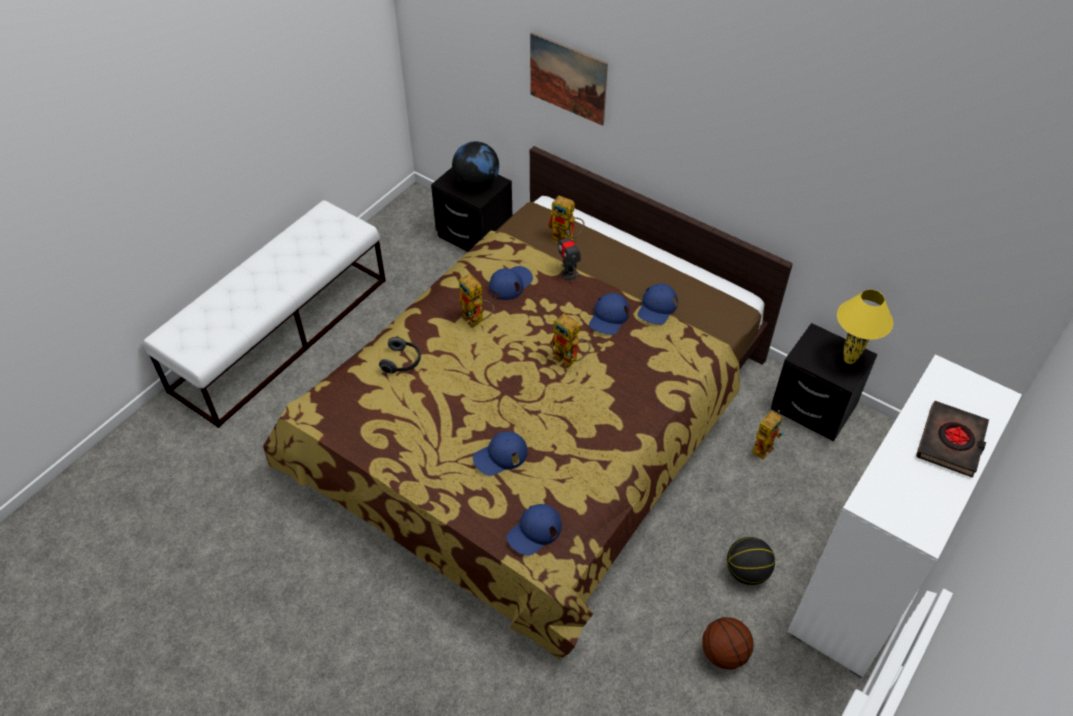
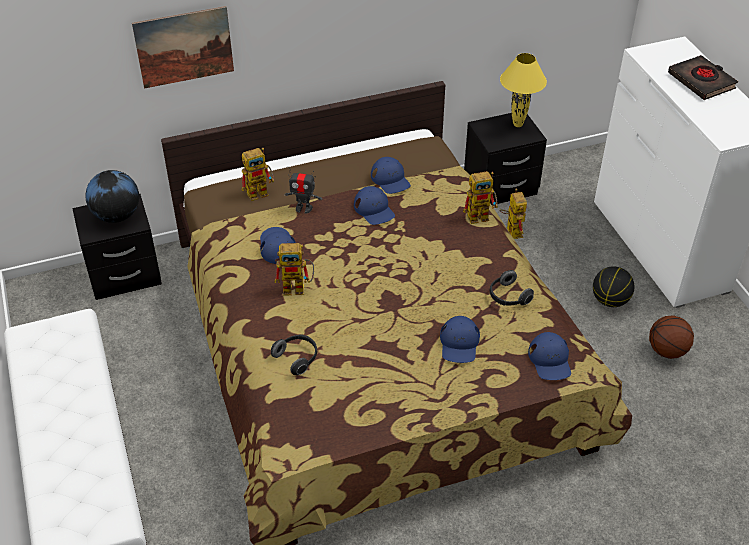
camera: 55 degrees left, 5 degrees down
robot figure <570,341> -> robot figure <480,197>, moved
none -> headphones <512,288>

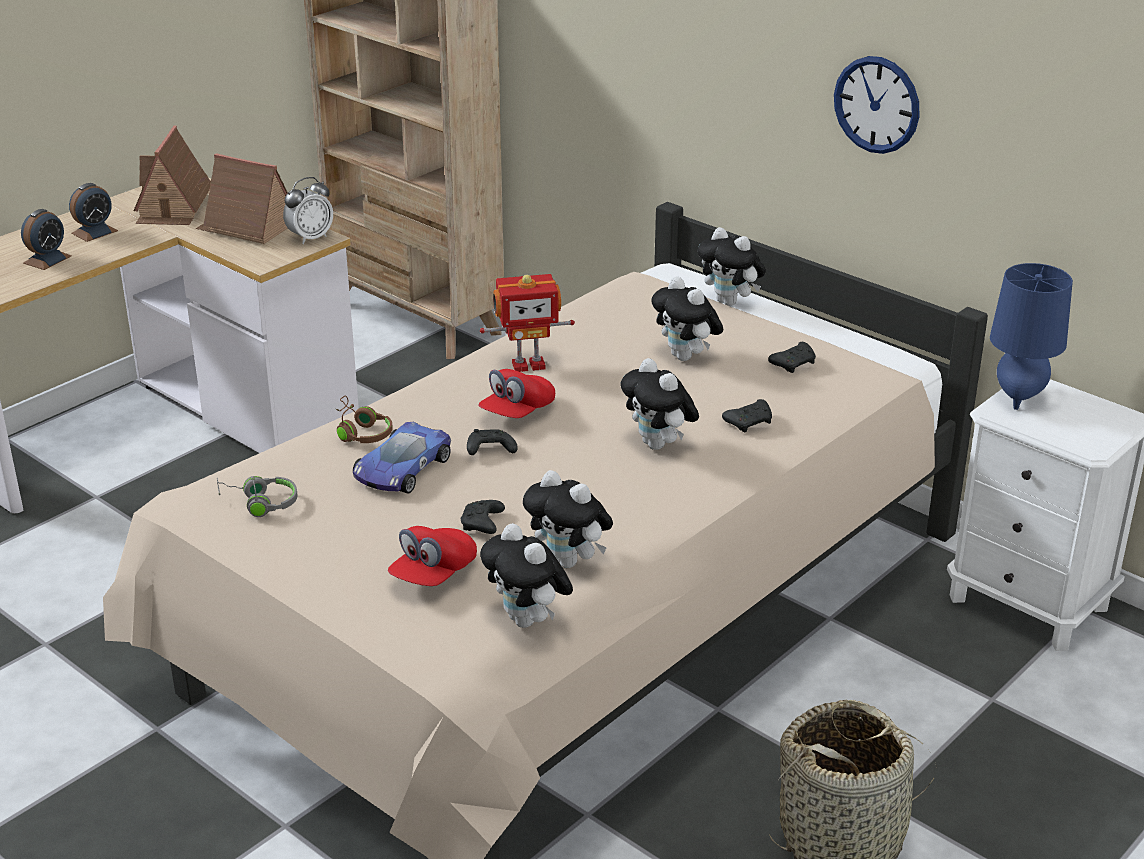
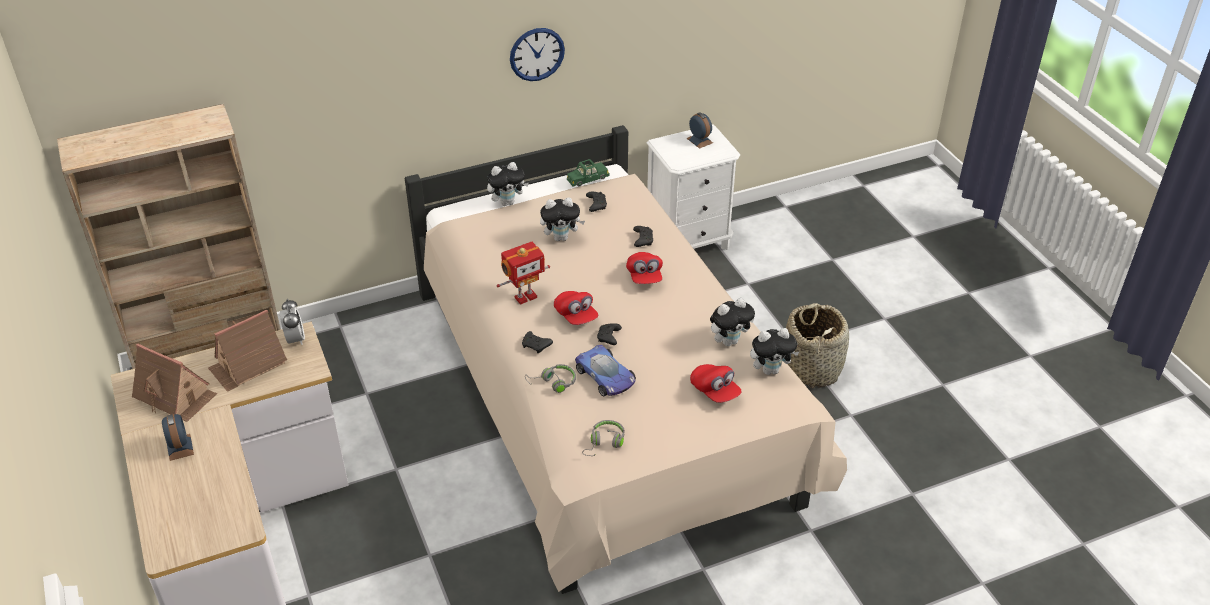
camera: 65 degrees left, 10 degrees up
bedside clock <46,239> -> bedside clock <700,130>, moved
brown-coloured headphones <364,419> -> gray headphones <550,378>
black-coloured game controller <483,517> -> black-coloured game controller <537,342>, moved
robot figure <527,323> -> robot figure <523,273>, 45 degrees clockwise
soft toy <660,404> -> reddish baseball cap <644,268>
blue-coloured table lamp <1031,336> -> none
none -> greenish model car <588,173>

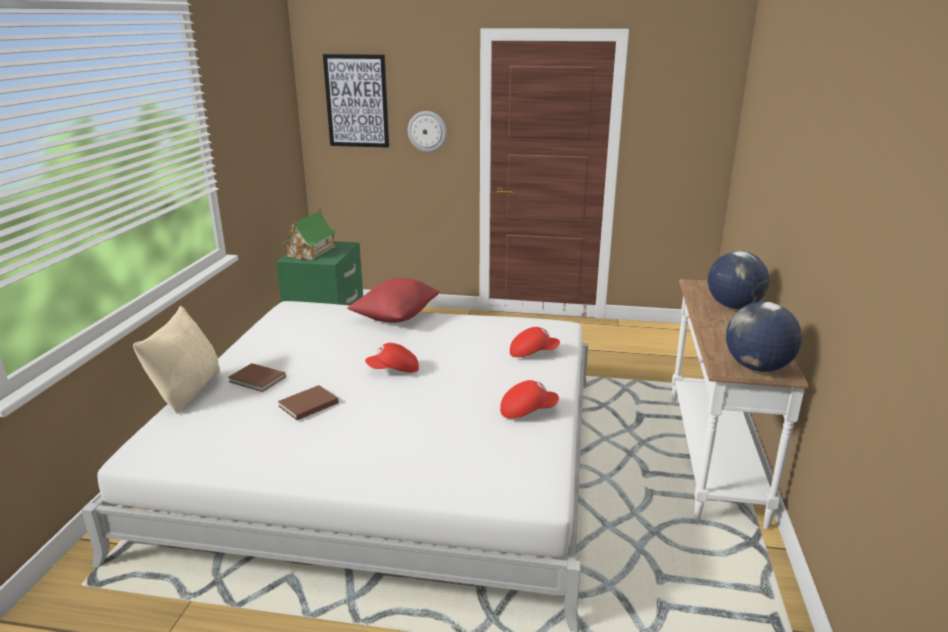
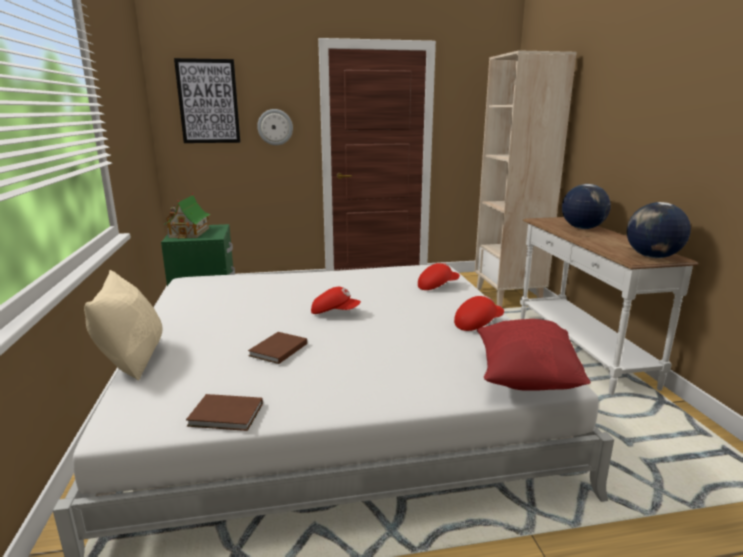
camera: 20 degrees left, 5 degrees down
brown-coloured bound book <257,377> -> brown-coloured bound book <224,412>, moved
reddish cushion <393,300> -> reddish cushion <534,355>, moved
reddish baseball cap <392,358> -> reddish baseball cap <336,300>, 135 degrees counterclockwise
none -> sand-coloured bookcase <525,178>

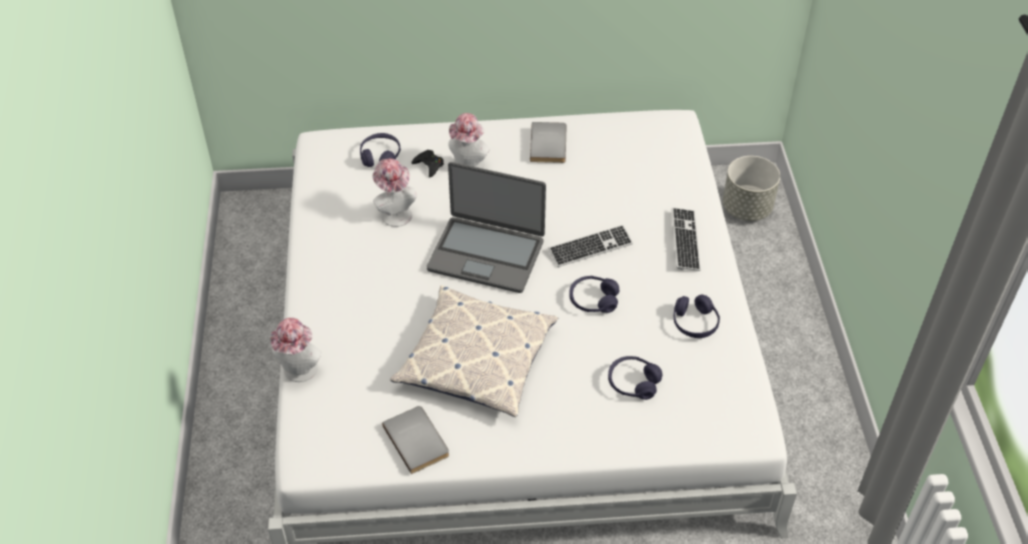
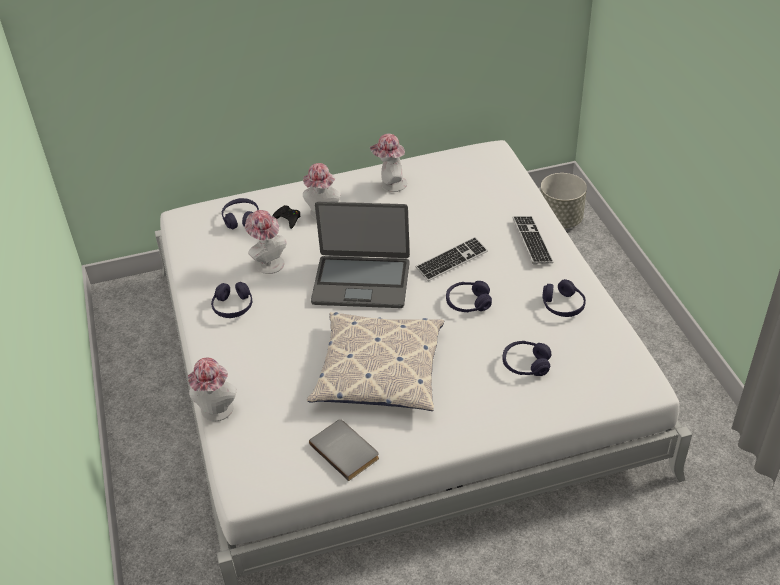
camera: 10 degrees left, 5 degrees down
gray bound book <548,142> -> hat <388,163>
none -> purple headphones <232,300>

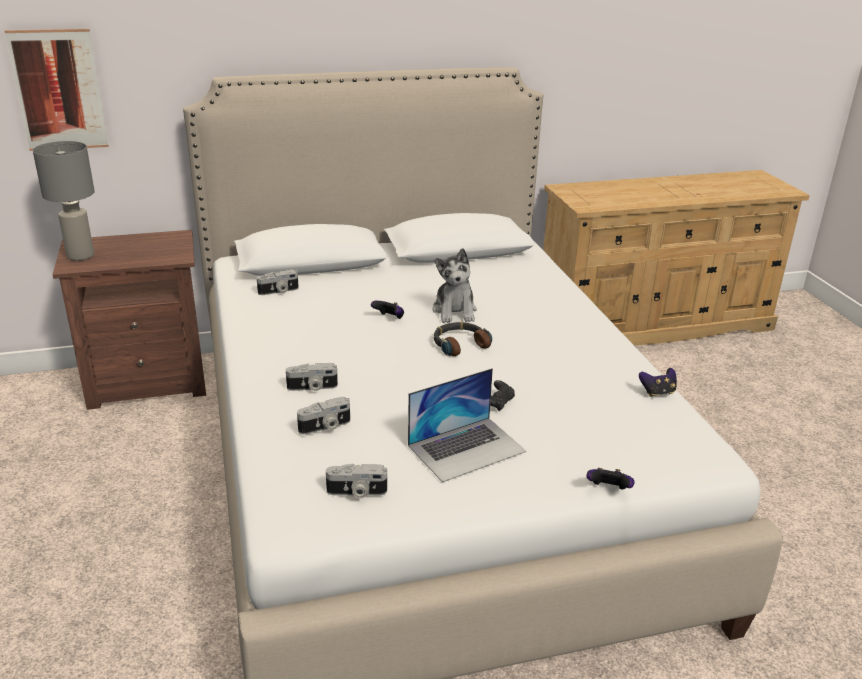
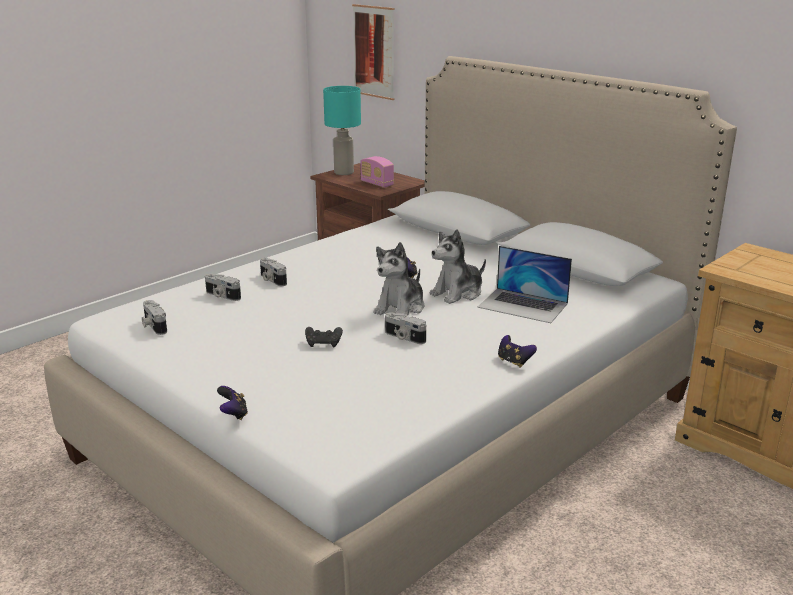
camera: 60 degrees right, 5 degrees down
gray table lamp <64,201> -> turquoise-coloured table lamp <342,130>
still camera <278,282> -> still camera <405,328>, moved
notebook computer <467,425> -> notebook computer <524,284>, moved
headphones <463,339> -> soft toy <399,279>
game controller <658,382> -> game controller <517,351>, moved
none -> radio set <377,172>

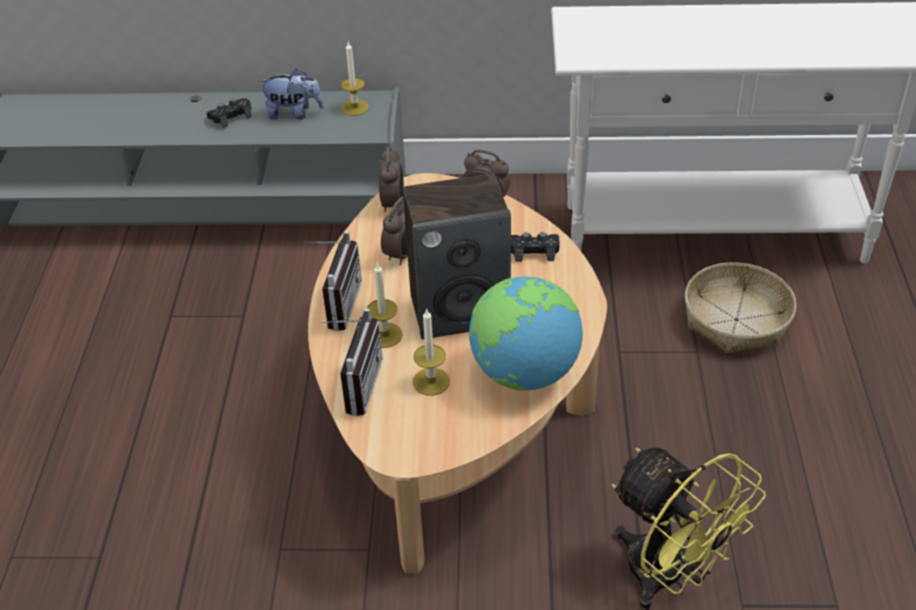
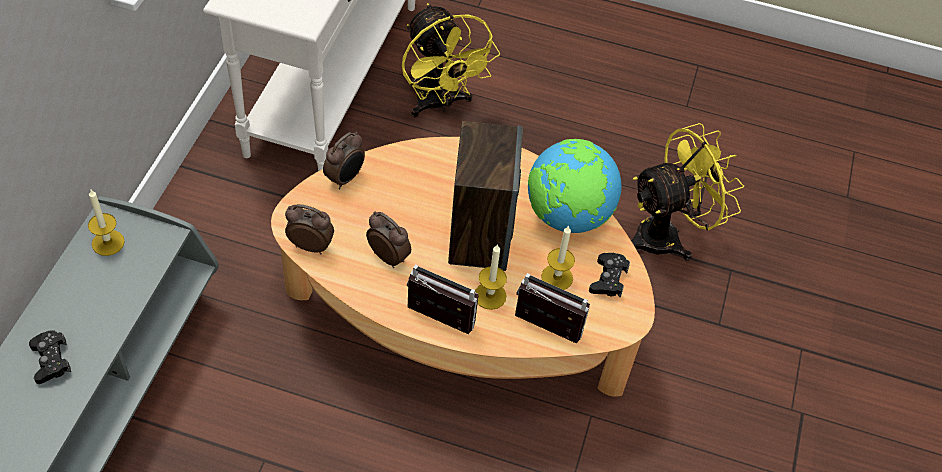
camera: 80 degrees left, 10 degrees up
soft toy <291,94> -> none
black-coloured game controller <535,247> -> black-coloured game controller <609,275>, moved
basket <740,308> -> yellow cooling fan <451,60>

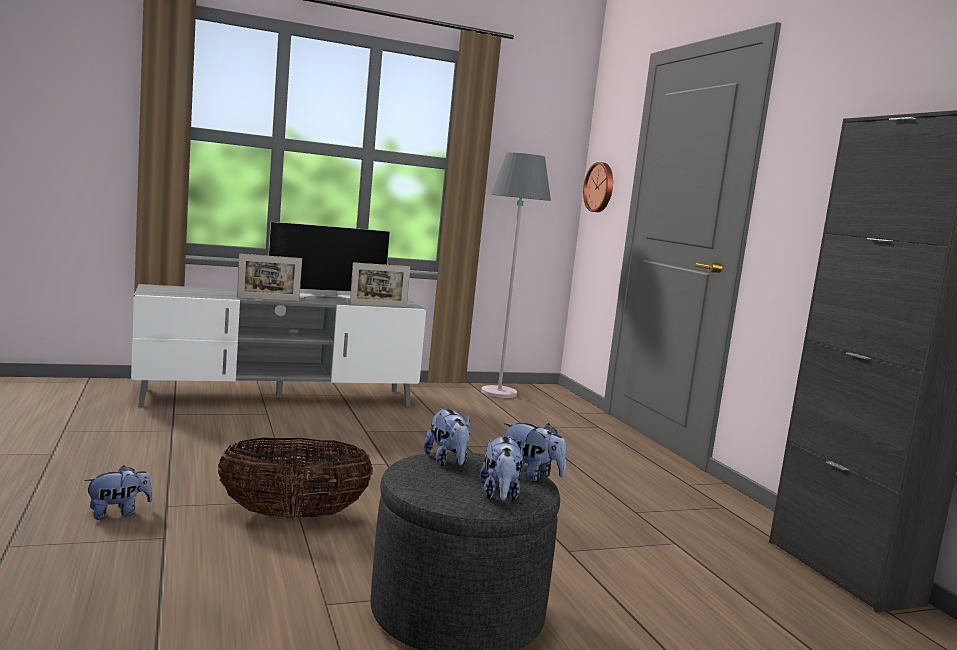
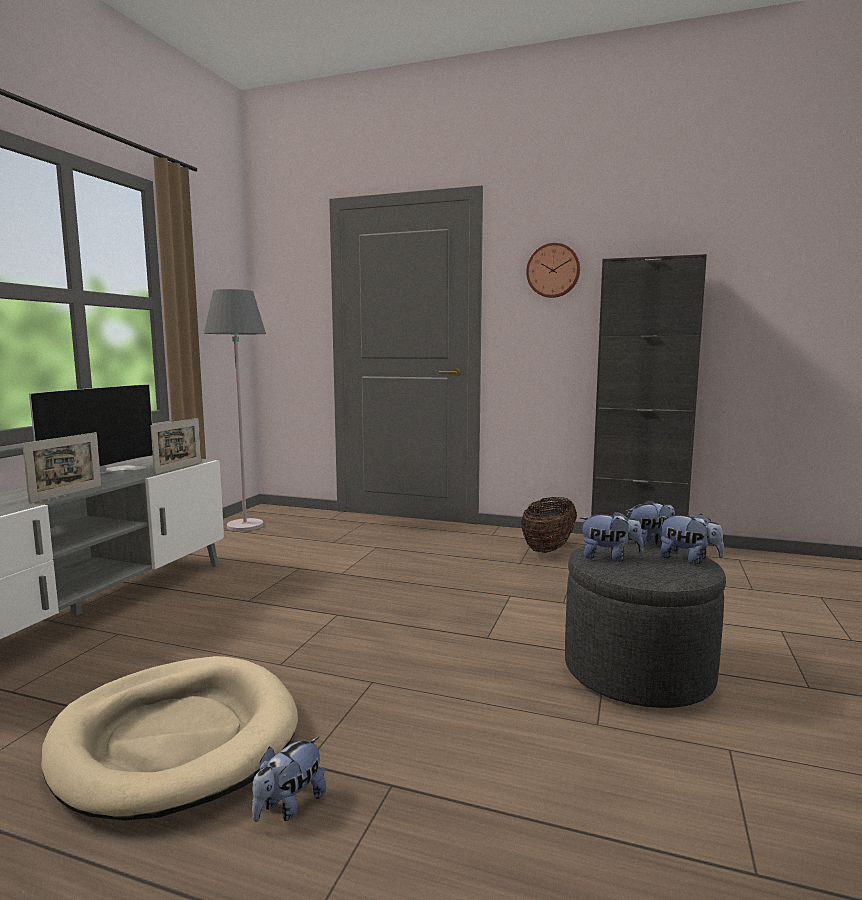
camera: 50 degrees left, 0 degrees up
soft toy <118,492> -> soft toy <289,779>, 150 degrees counterclockwise
basket <295,478> -> basket <549,525>, moved
clock on the wall <598,187> -> clock on the wall <553,270>, moved
none -> sand-coloured pet bed <169,738>

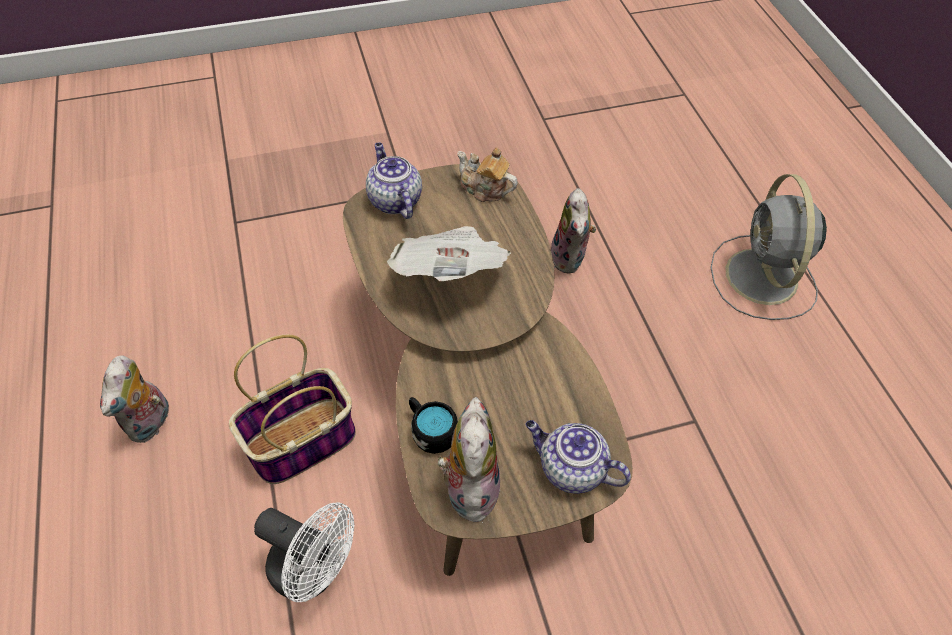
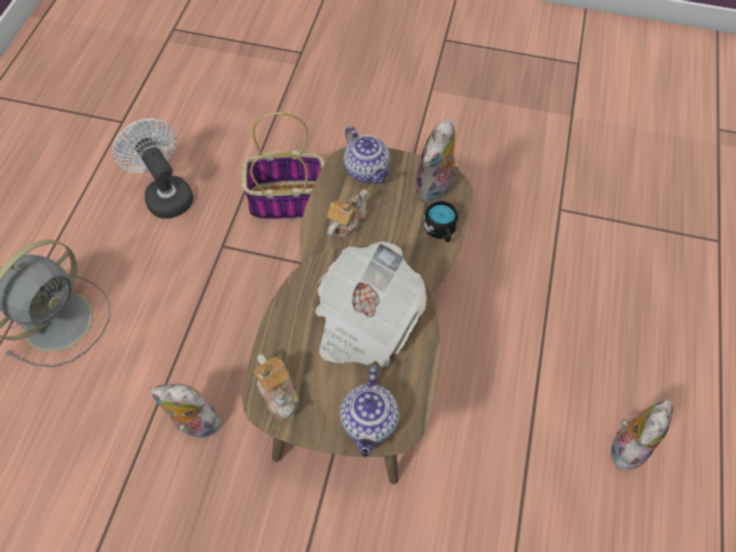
camera: 150 degrees left, 5 degrees up
basket <292,409> -> basket <283,166>, moved
white cooling fan <304,552> -> white cooling fan <153,168>, moved
soft toy <574,231> -> soft toy <188,411>, 105 degrees counterclockwise
none -> tea pot <347,214>

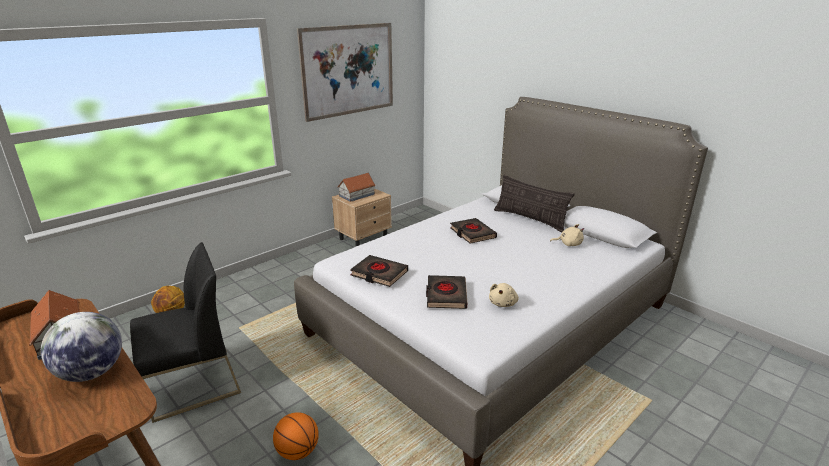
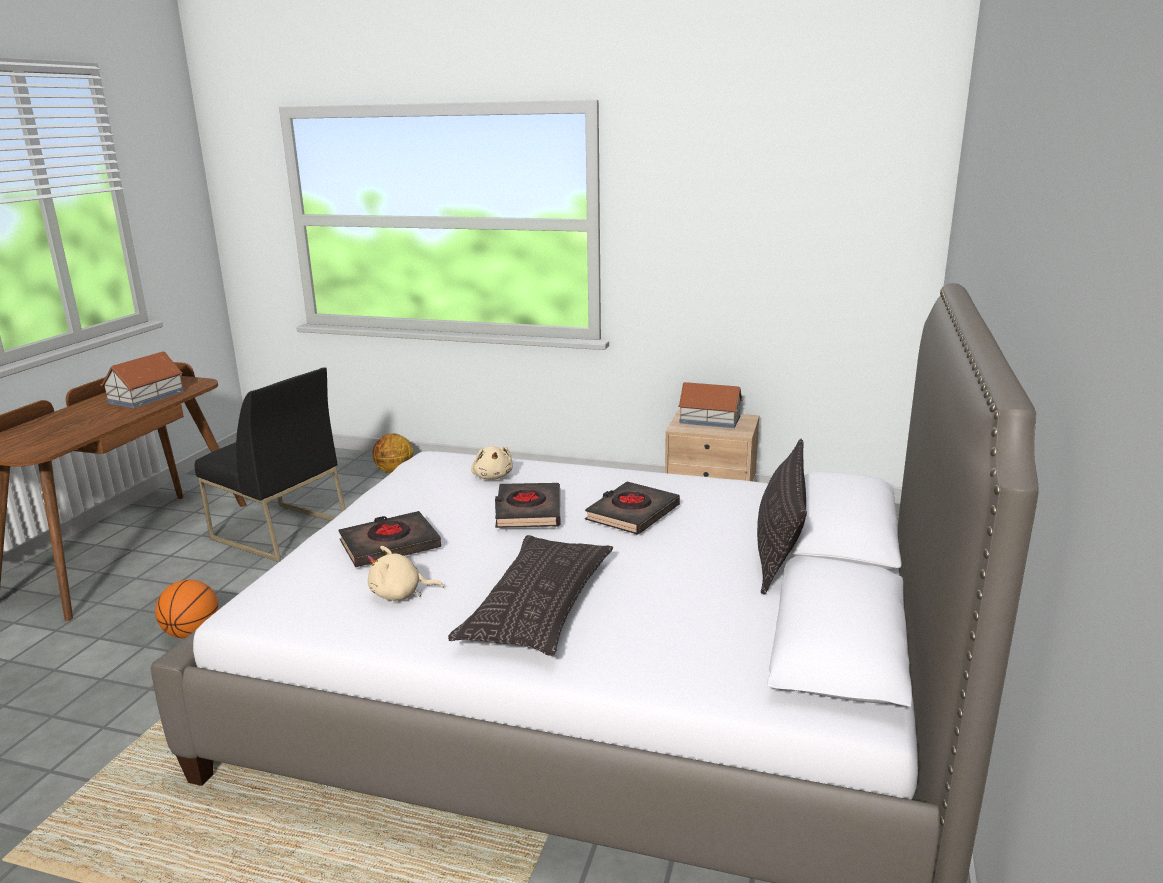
camera: 60 degrees right, 5 degrees down
desk globe <81,347> -> none
picture <345,72> -> none
black-coloured bound book <379,271> -> black-coloured bound book <527,505>, moved
sand-coloured soft toy <567,235> -> sand-coloured soft toy <492,463>, moved
none -> cushion <530,595>

